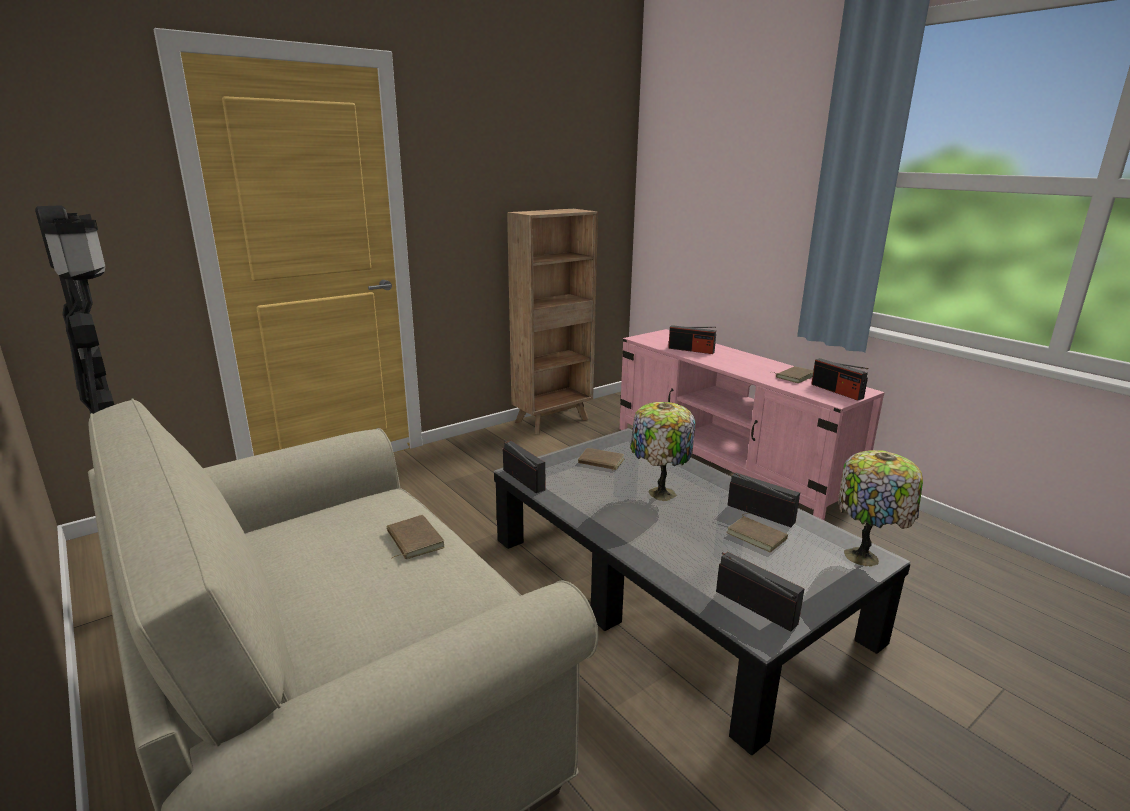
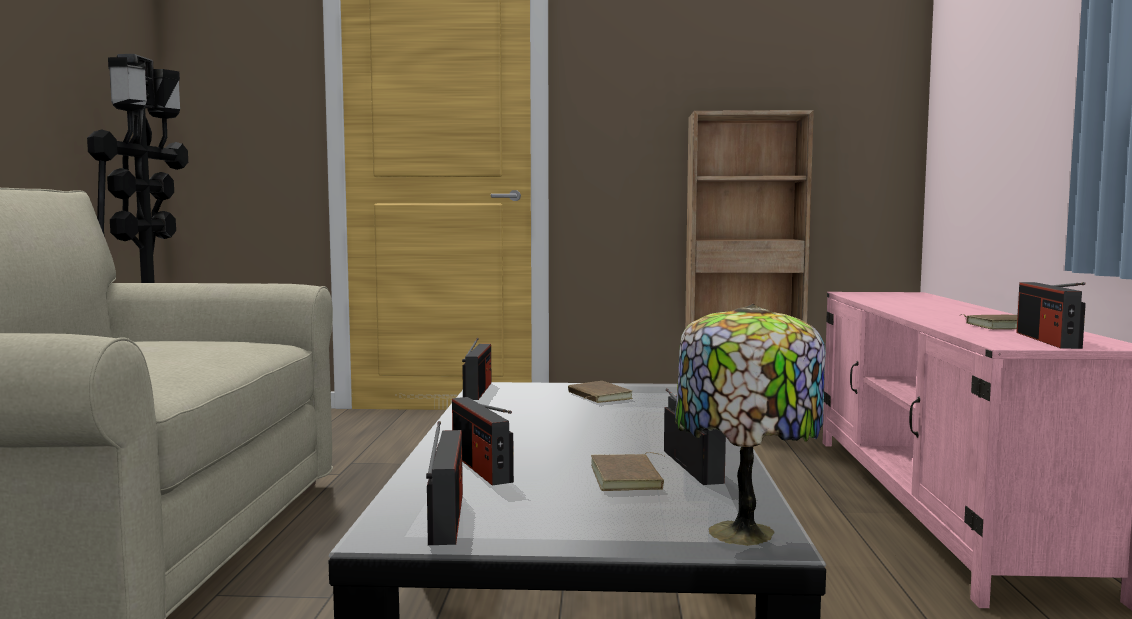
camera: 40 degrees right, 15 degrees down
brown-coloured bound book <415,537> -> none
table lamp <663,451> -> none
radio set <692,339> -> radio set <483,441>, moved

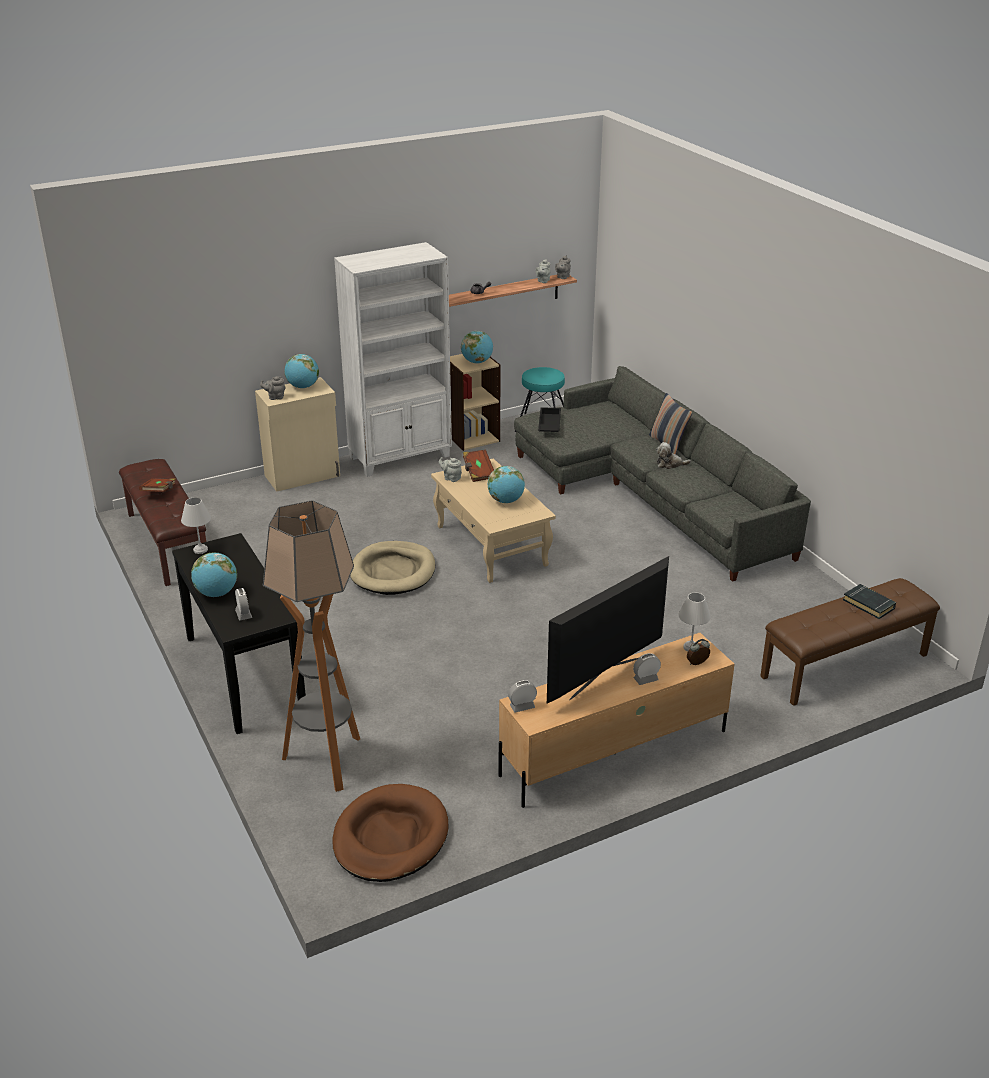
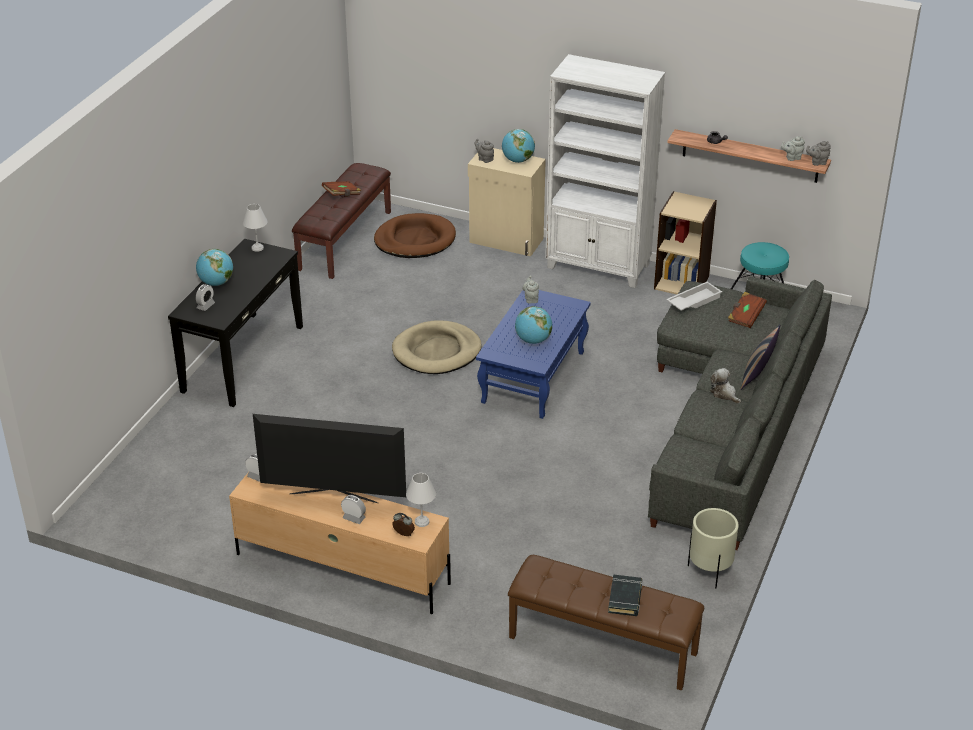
camera: 50 degrees right, 5 degrees up
standing lamp <311,646> -> none
brown-coloured pet bed <391,833> -> brown-coloured pet bed <415,235>, moved
sand-coloured low table <493,520> -> blue-coloured low table <533,354>
desk globe <477,347> -> none
brown-coloured bound book <478,465> -> brown-coloured bound book <747,310>, moved
black-coloured tray <549,419> -> white tray <694,296>
none -> sand-coloured planter <713,548>

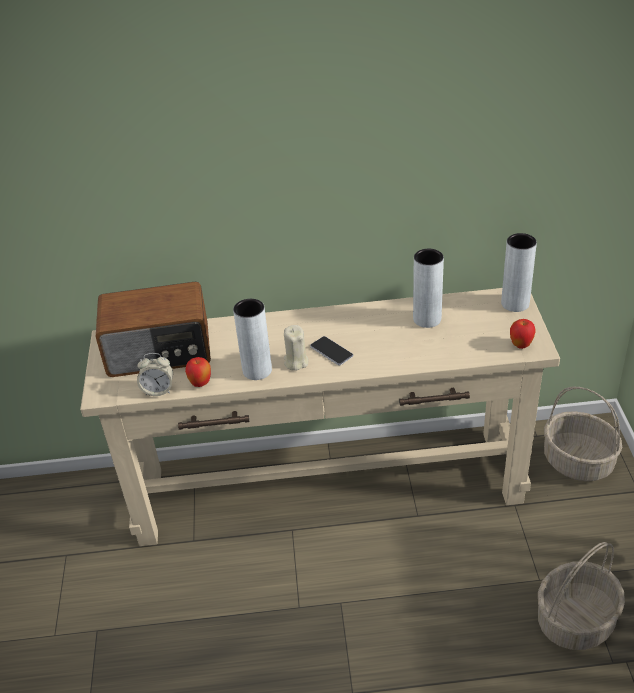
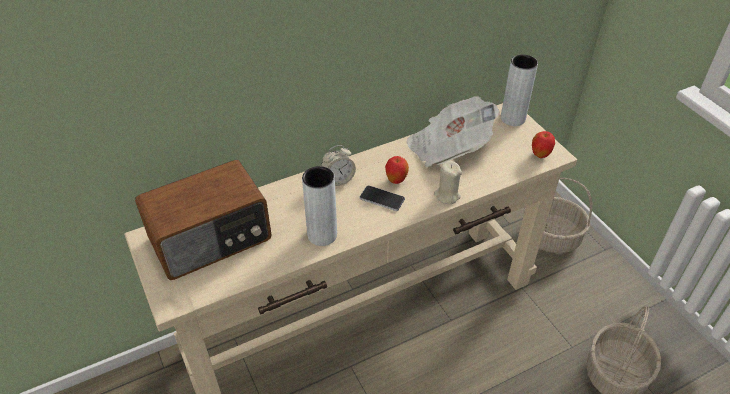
camera: 25 degrees left, 5 degrees up
bedside clock <155,374> -> bedside clock <338,165>, moved
apple fruit <198,372> -> apple fruit <397,170>, moved
sand-coloured candle <296,348> -> sand-coloured candle <448,182>, moved
gray vase <428,288> -> newspaper <453,131>

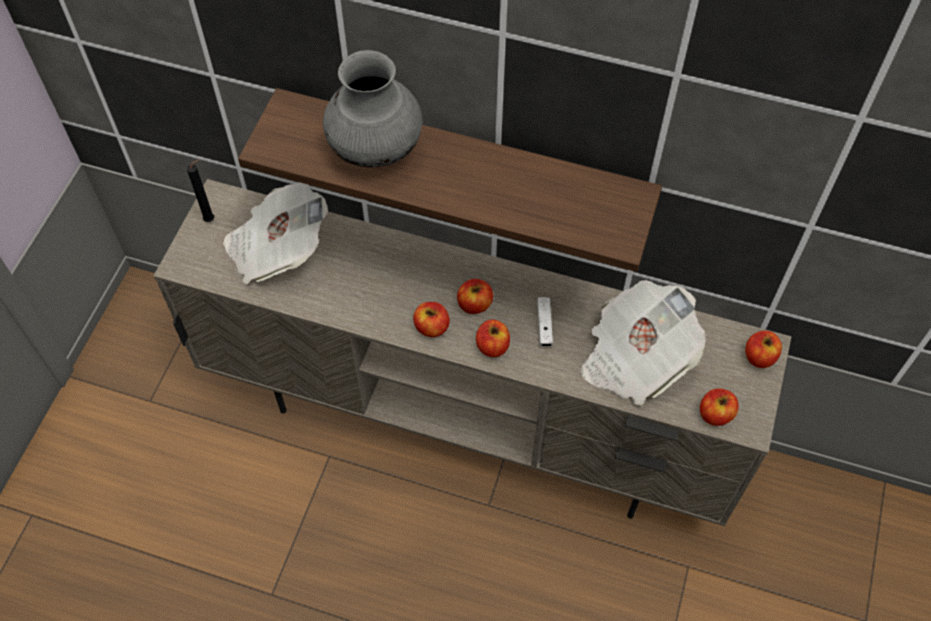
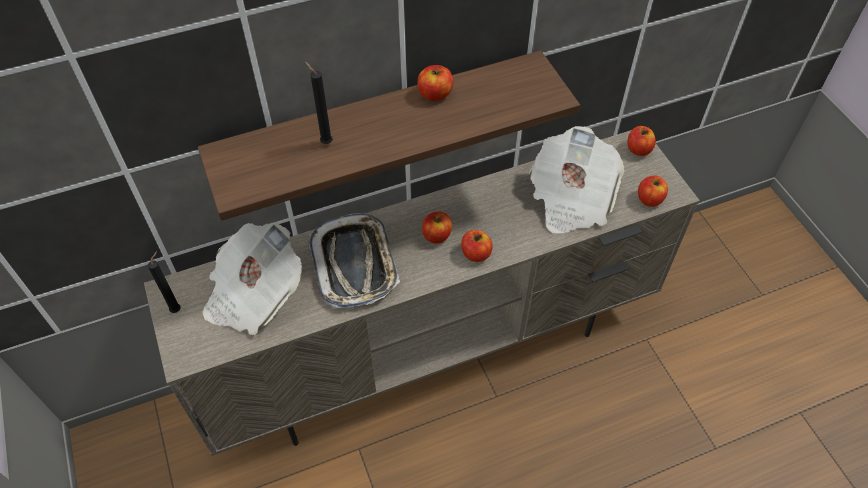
camera: 40 degrees left, 5 degrees down
gray vase <373,108> -> black-coloured candle <319,103>
apple fruit <431,319> -> apple fruit <435,83>, moved
white game controller <545,322> -> none
none -> tray <354,260>

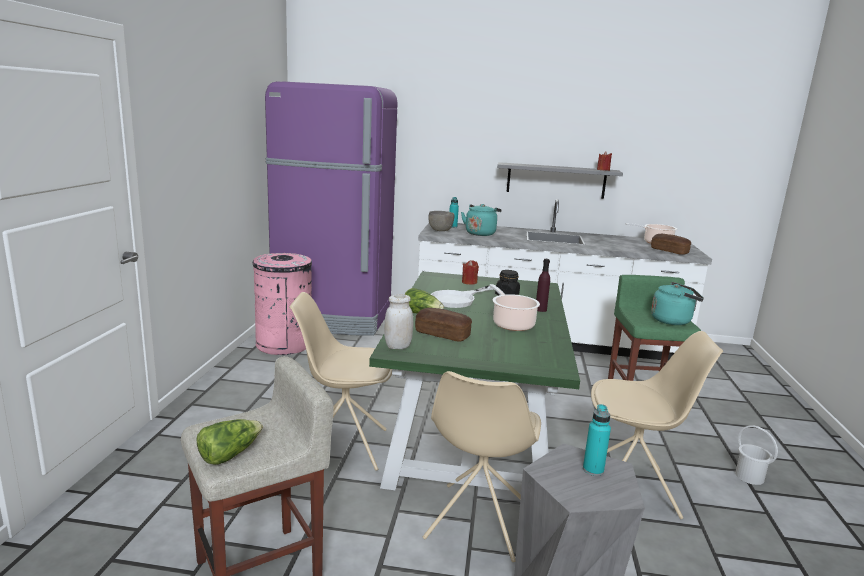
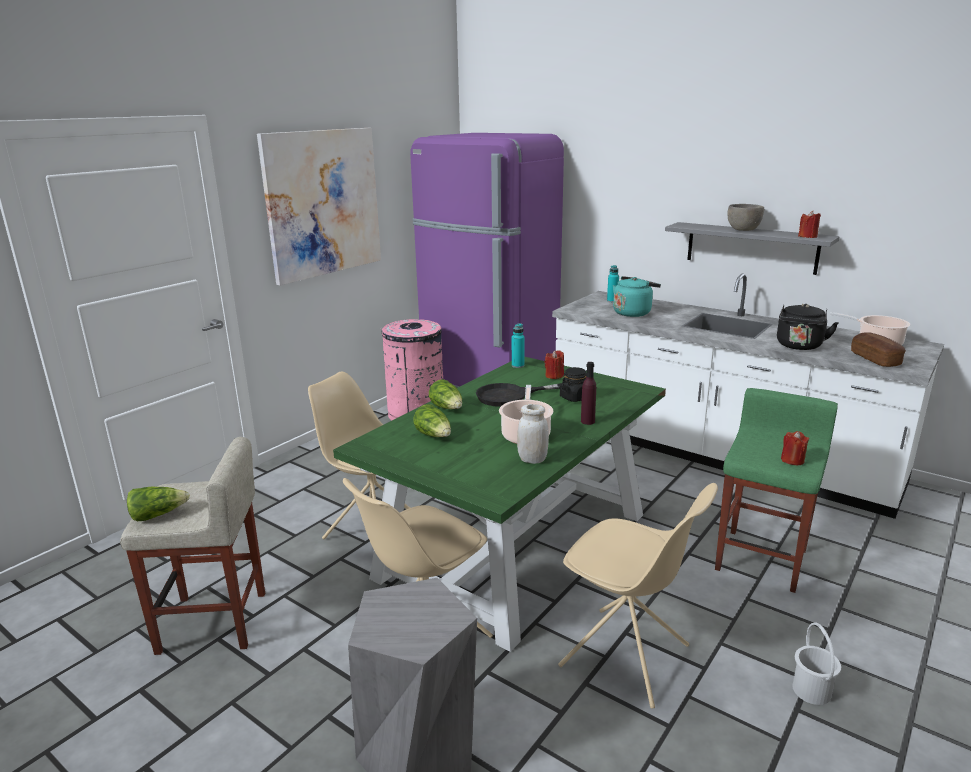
camera: 30 degrees right, 5 degrees up
white storage jar <399,321> -> white storage jar <533,434>, moved
bread <443,324> -> lettuce <432,420>
gray deep dish <441,221> -> gray deep dish <745,217>, moved
white pan <462,297> -> black-coloured pan <518,395>
turquoise-coloured beverage bottle <597,440> -> turquoise-coloured beverage bottle <518,345>, moved
turquoise-coloured water kettle <677,303> -> reddish candle <795,448>
none -> picture <319,206>
none -> black-coloured water kettle <808,327>

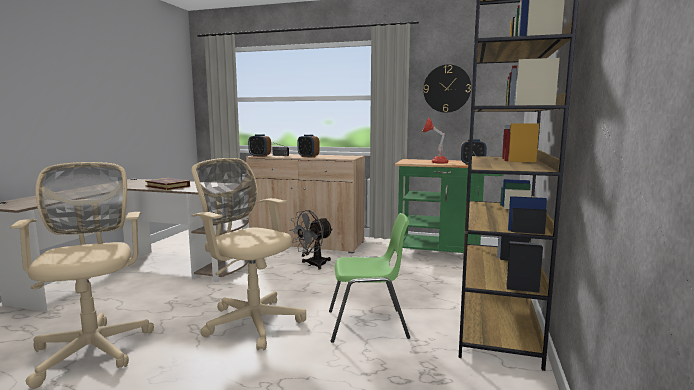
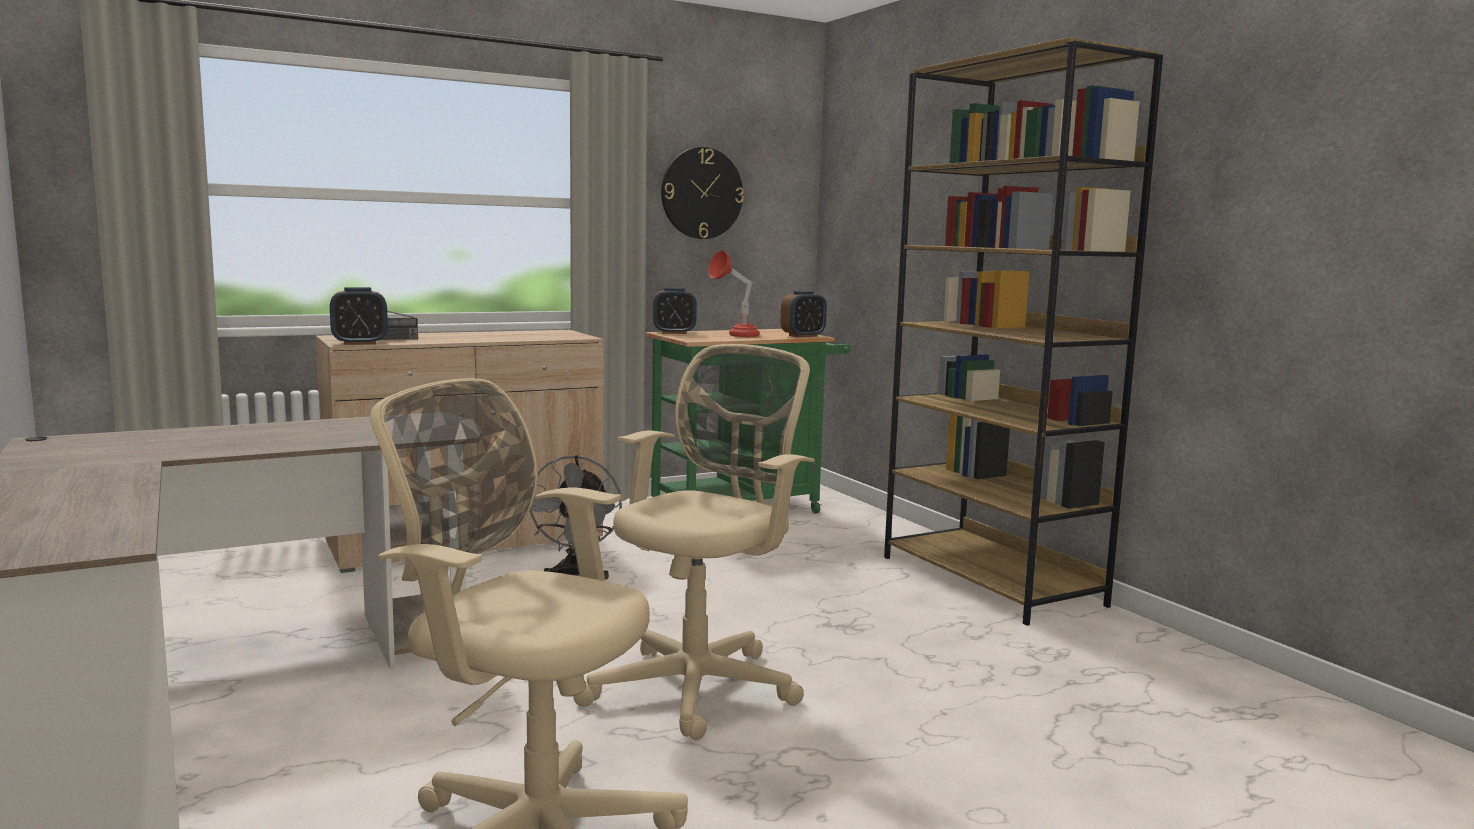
camera: 45 degrees left, 0 degrees up
bound book <167,184> -> none
sand-coloured computer chair <248,254> -> sand-coloured computer chair <694,542>, 135 degrees clockwise
bedside clock <309,146> -> bedside clock <675,311>, moved
greenish upright chair <369,278> -> none

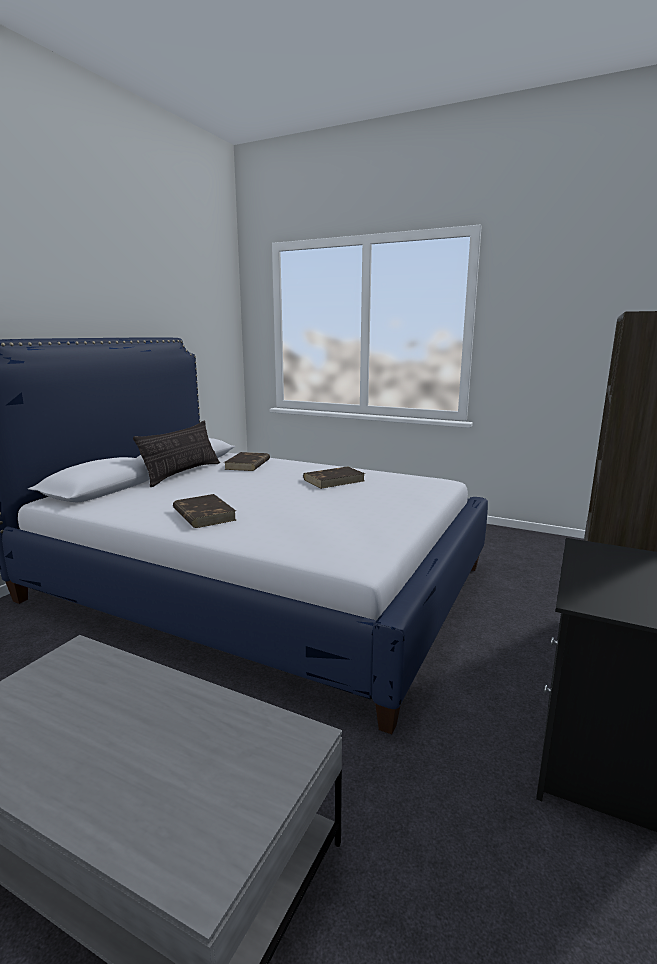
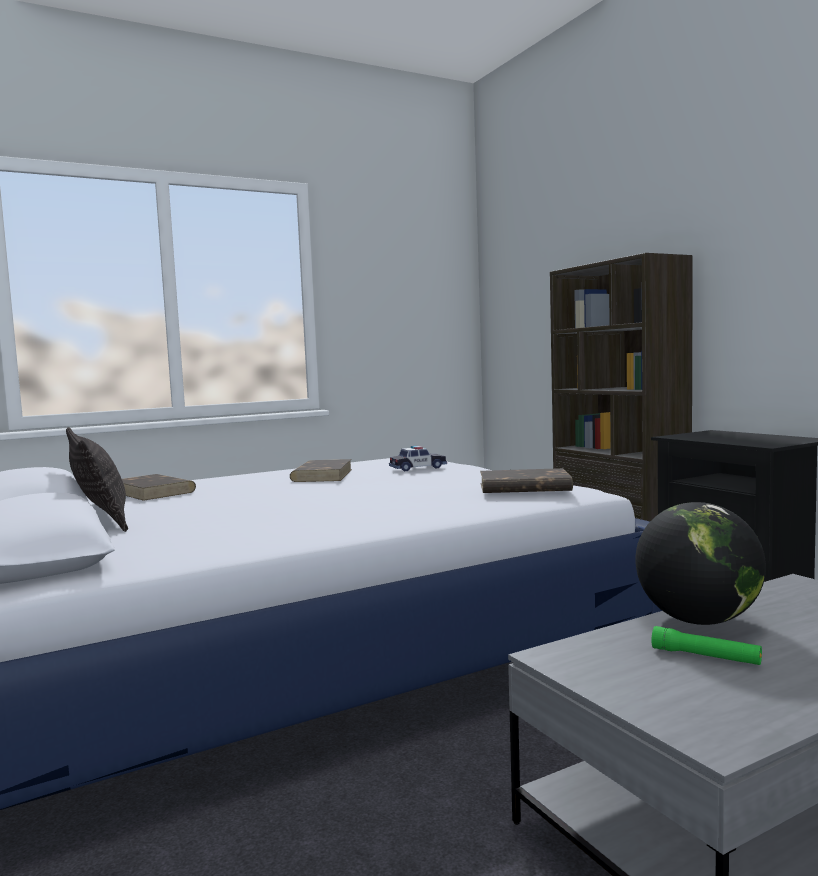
camera: 55 degrees left, 10 degrees down
brown-coloured bound book <204,511> -> brown-coloured bound book <526,480>, moved
none -> model car <418,458>
none -> desk globe <700,563>
none -> greenish hand torch <706,645>

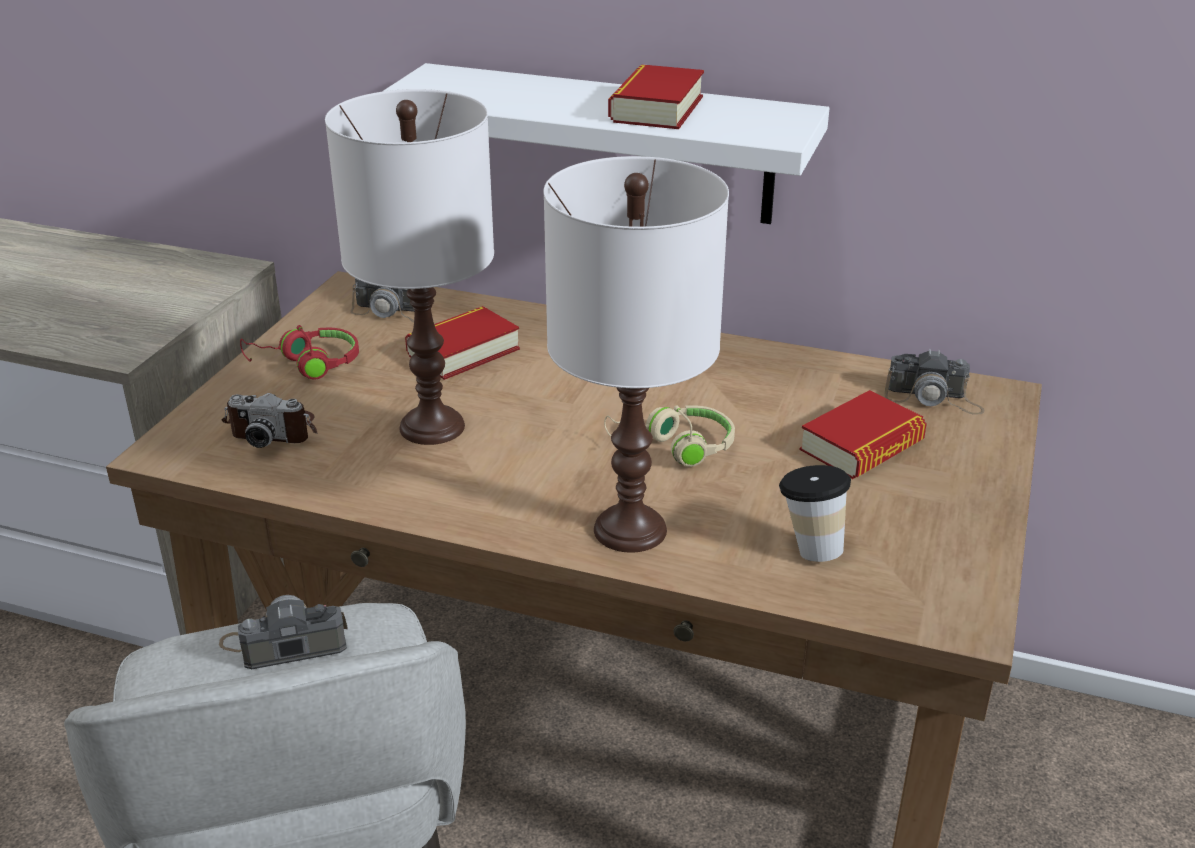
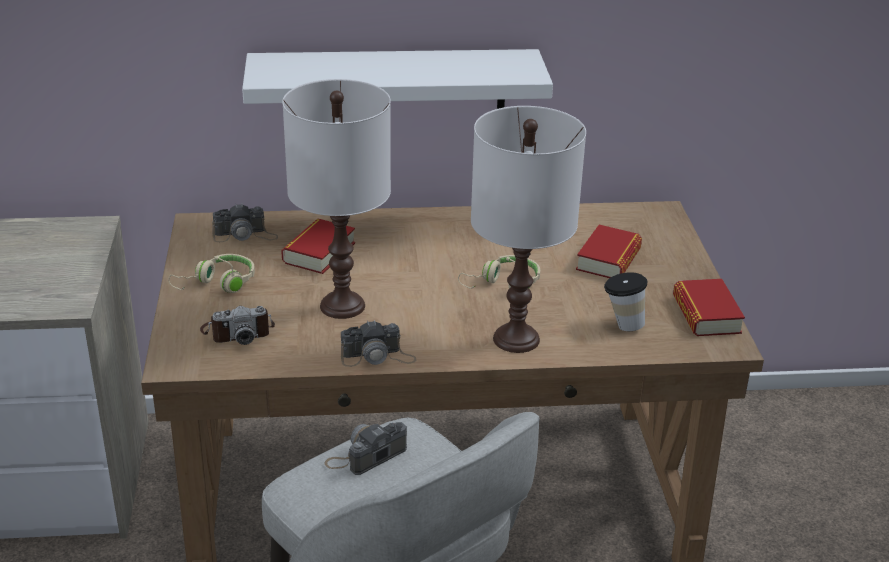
camera: 25 degrees left, 0 degrees up
reddish headphones <299,352> -> sand-coloured headphones <211,273>
bound book <656,96> -> bound book <709,307>, moved
still camera <934,382> -> still camera <378,343>, moved

